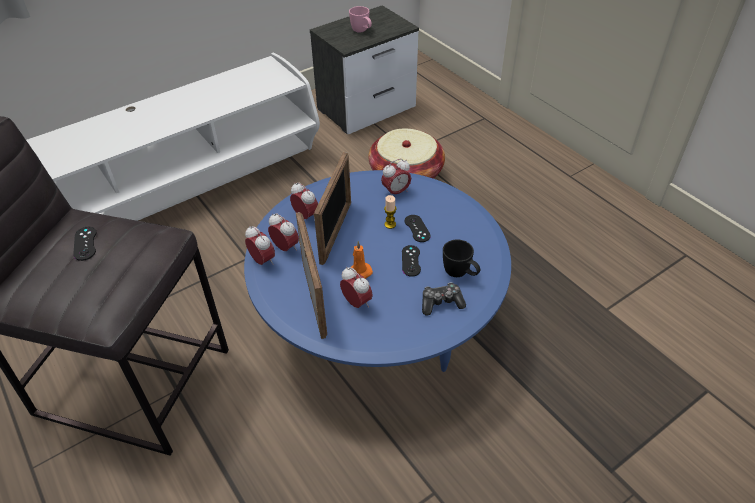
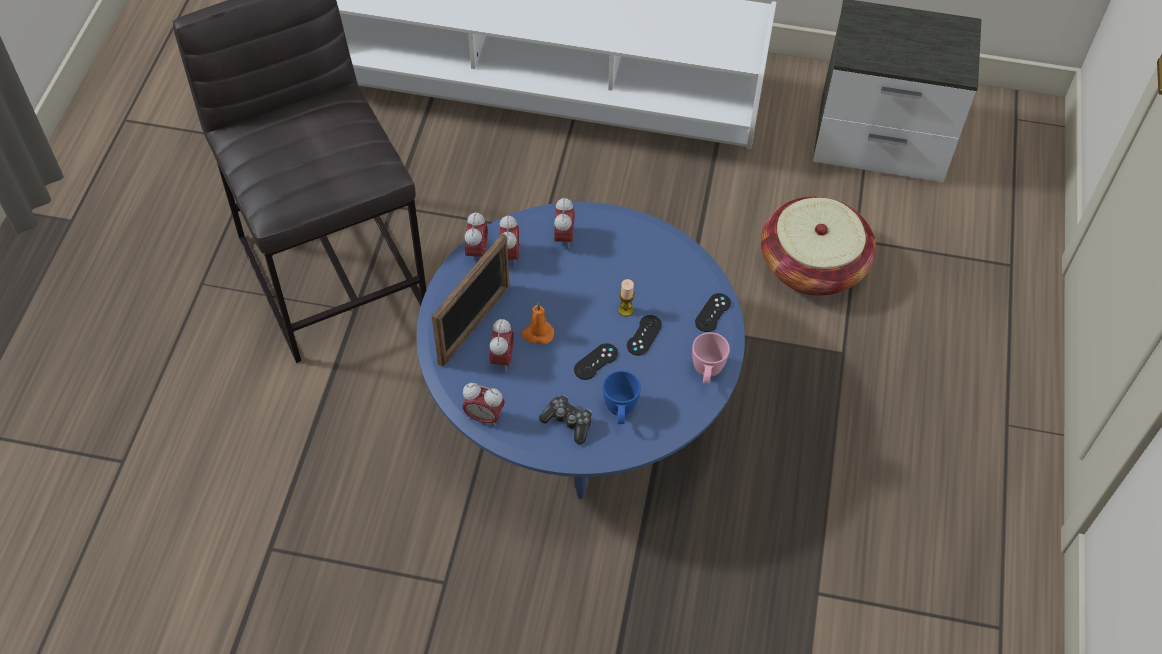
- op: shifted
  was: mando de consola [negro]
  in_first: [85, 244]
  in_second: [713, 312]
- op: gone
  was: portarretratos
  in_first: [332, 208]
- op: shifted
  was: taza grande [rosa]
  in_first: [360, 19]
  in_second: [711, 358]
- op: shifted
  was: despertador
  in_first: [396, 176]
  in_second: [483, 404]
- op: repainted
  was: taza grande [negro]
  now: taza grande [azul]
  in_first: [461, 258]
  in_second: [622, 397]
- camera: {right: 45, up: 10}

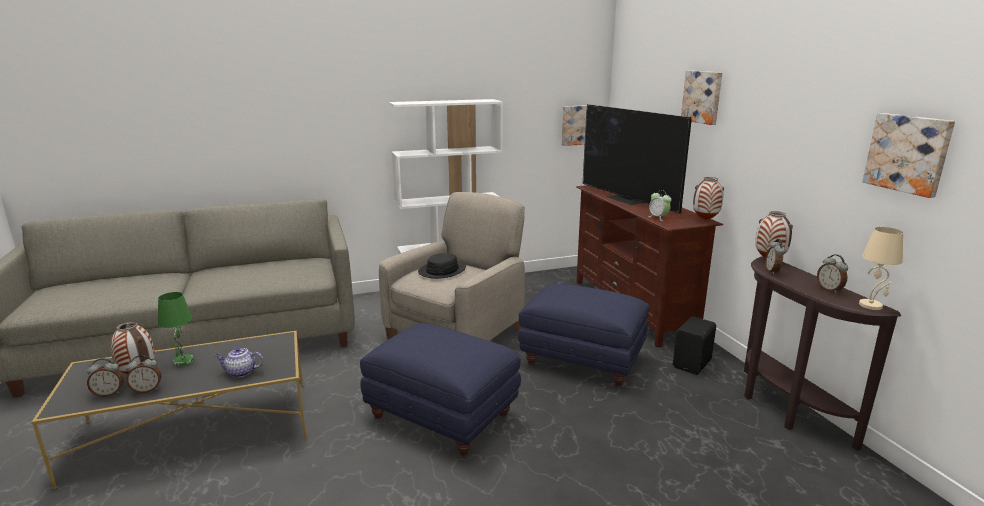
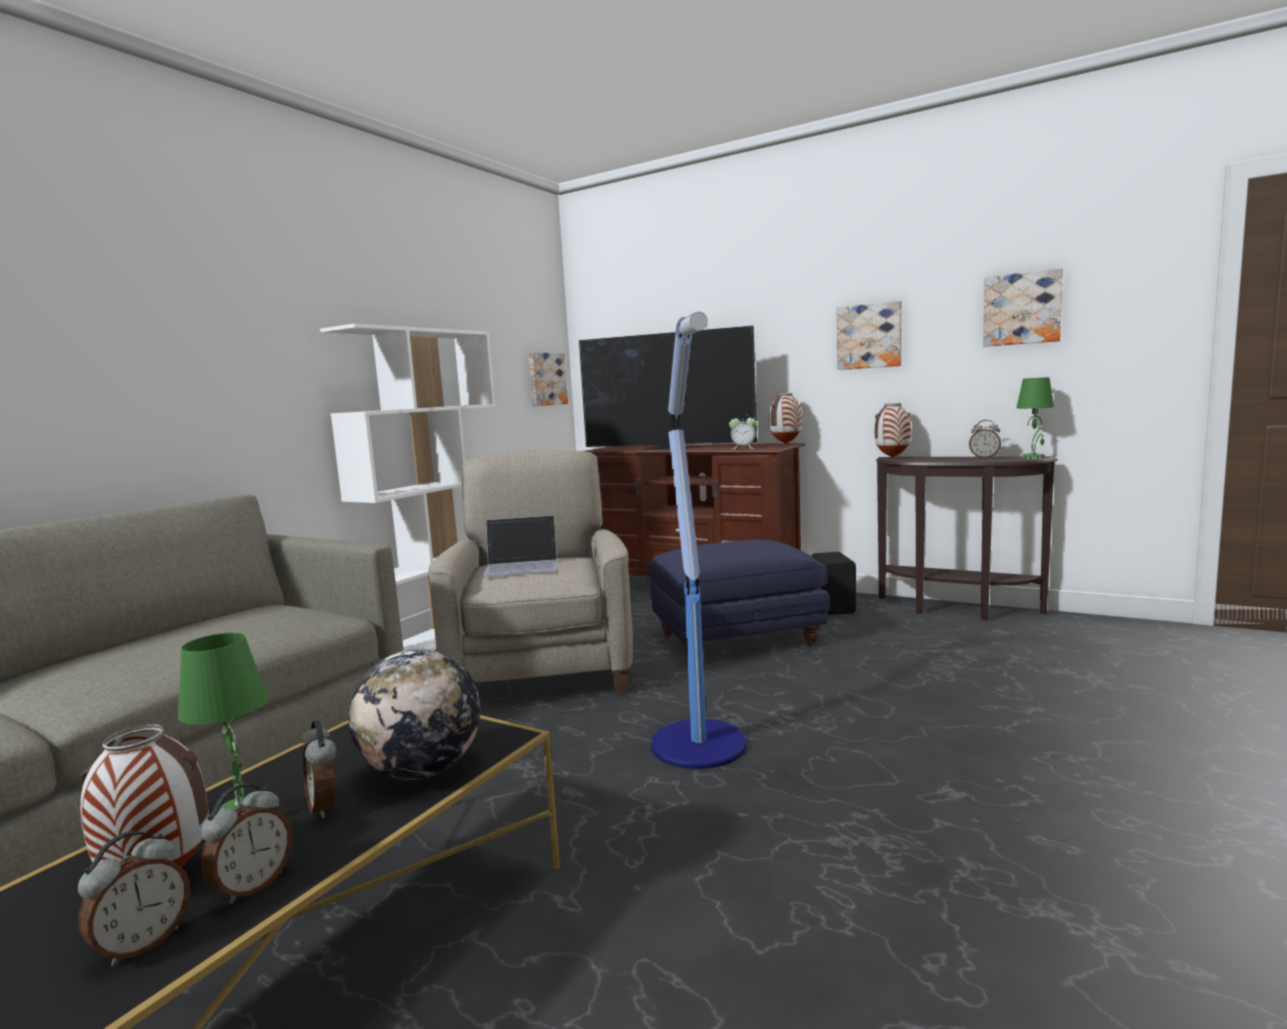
- op: swapped
  was: tetera
  now: globo terráqueo
  in_first: [239, 362]
  in_second: [414, 714]
- op: swapped
  was: puf [azul]
  now: lámpara de pie
  in_first: [440, 389]
  in_second: [699, 540]
- op: swapped
  was: sombrero [negro]
  now: portátil
  in_first: [442, 266]
  in_second: [520, 546]
- op: shifted
  was: cuadro
  in_first: [701, 98]
  in_second: [869, 335]
- op: shifted
  was: despertador
  in_first: [775, 257]
  in_second: [317, 769]
- op: repainted
  was: lámpara de mesa [beis]
  now: lámpara de mesa [verde]
  in_first: [881, 268]
  in_second: [1035, 418]
- camera: {right: -40, up: -10}

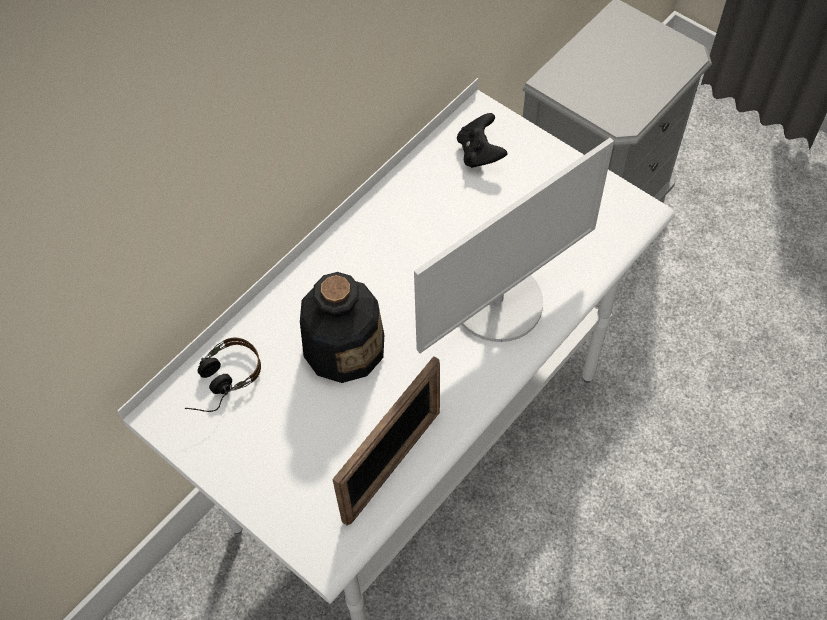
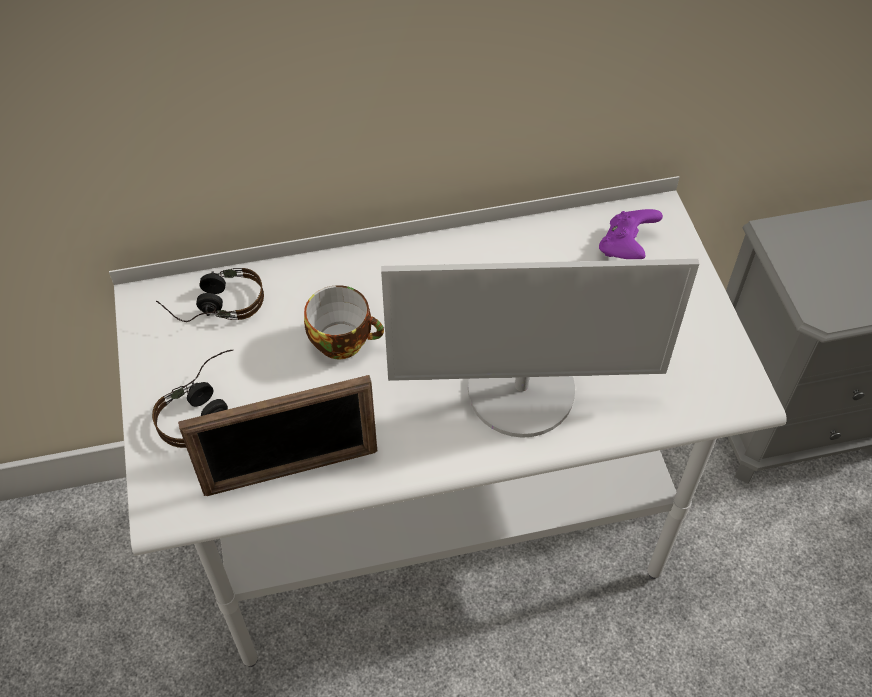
- op: swapped
  was: botella
  now: taza
  in_first: [342, 327]
  in_second: [344, 322]
- op: repainted
  was: mando de consola [negro]
  now: mando de consola [morado]
  in_first: [482, 140]
  in_second: [631, 234]
- op: new
  now: auriculares
  in_second: [192, 399]
- camera: {right: 35, up: -5}

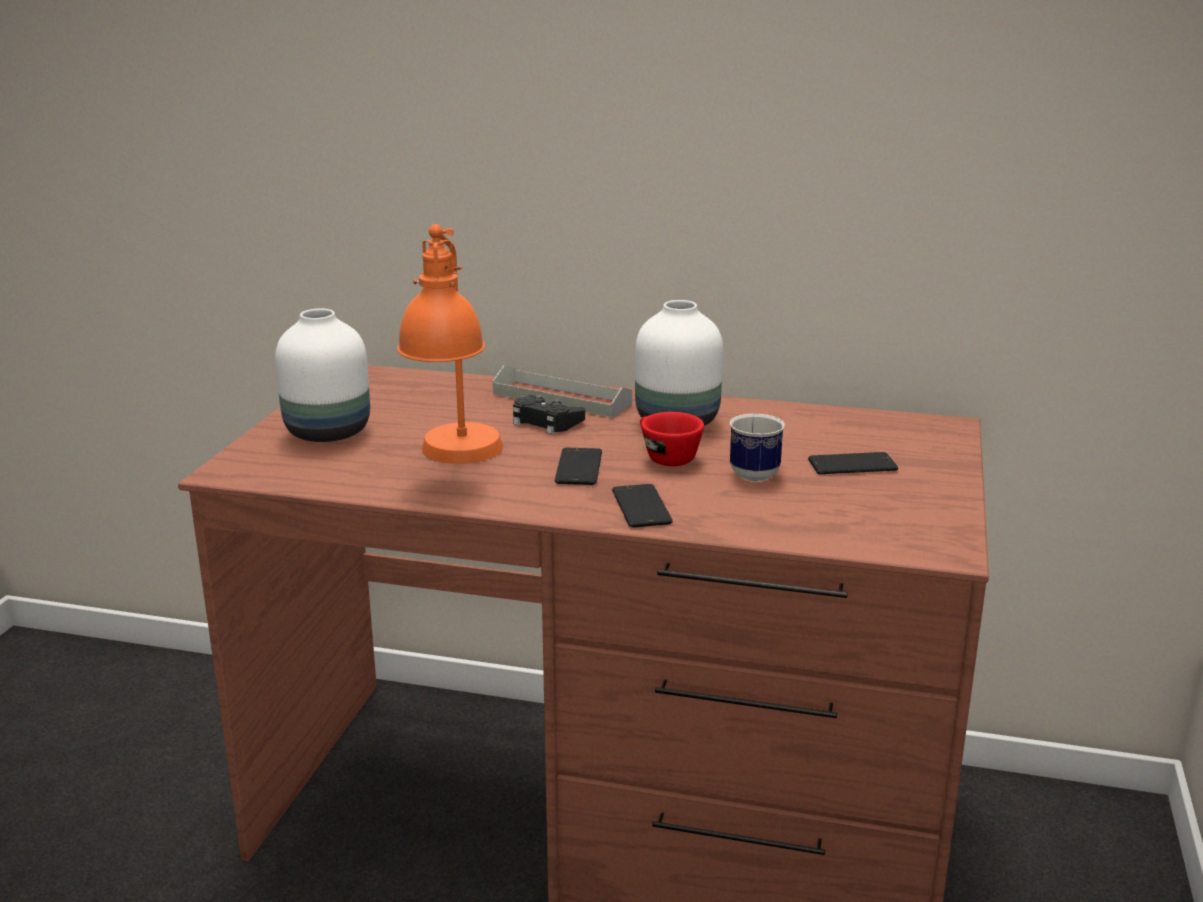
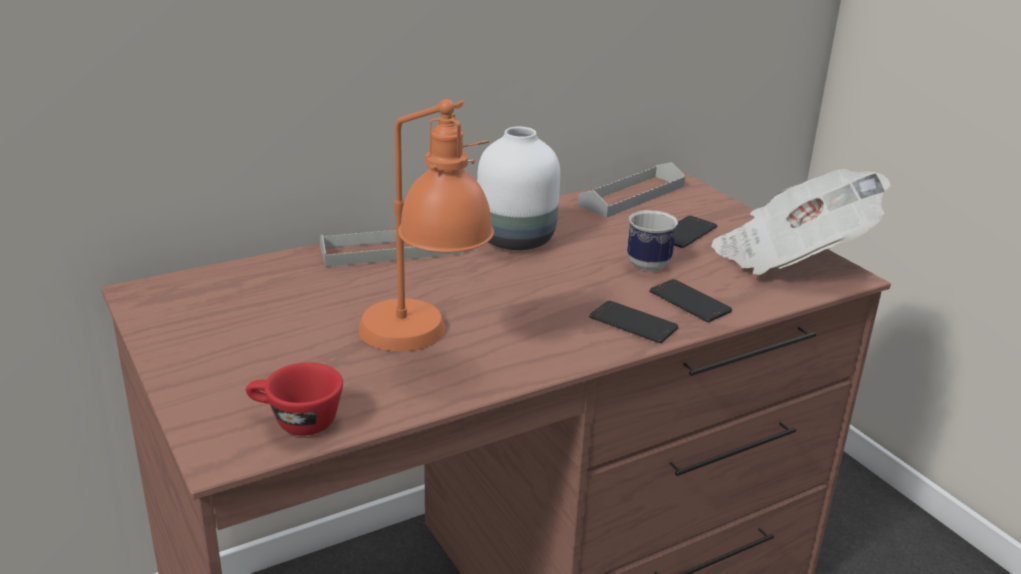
- op: gone
  was: florero [blanco]
  in_first: [322, 375]
- op: gone
  was: mando de consola [negro]
  in_first: [549, 414]
- op: shifted
  was: móvil
  in_first: [578, 466]
  in_second: [690, 300]
- op: shifted
  was: taza [rojo]
  in_first: [672, 439]
  in_second: [294, 398]
- op: new
  now: bandeja [gris]
  in_second: [631, 190]
- op: new
  now: periódico
  in_second: [801, 222]
- camera: {right: -45, up: 5}

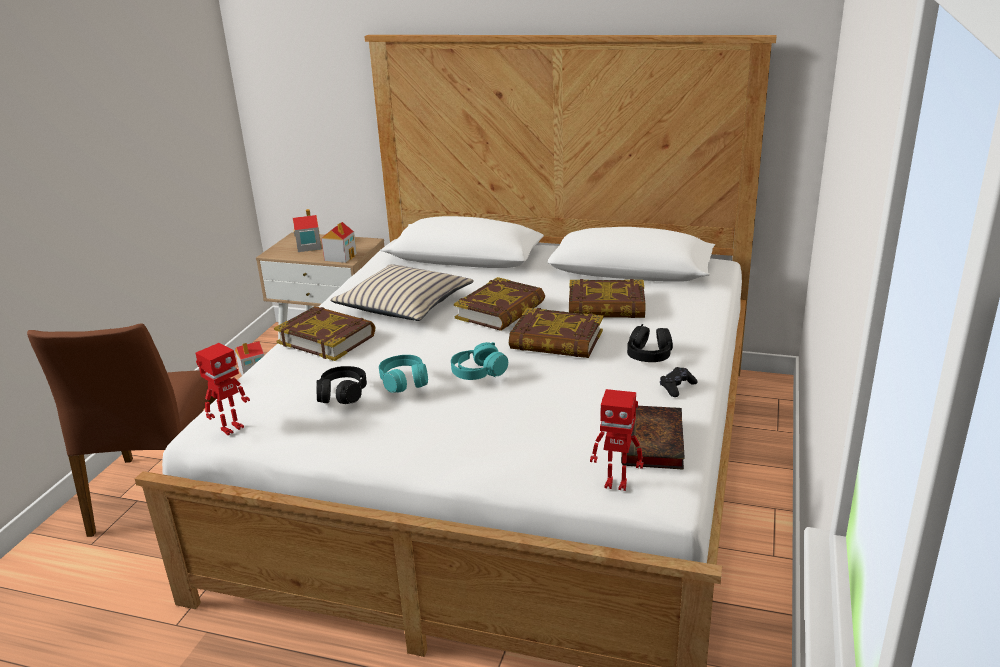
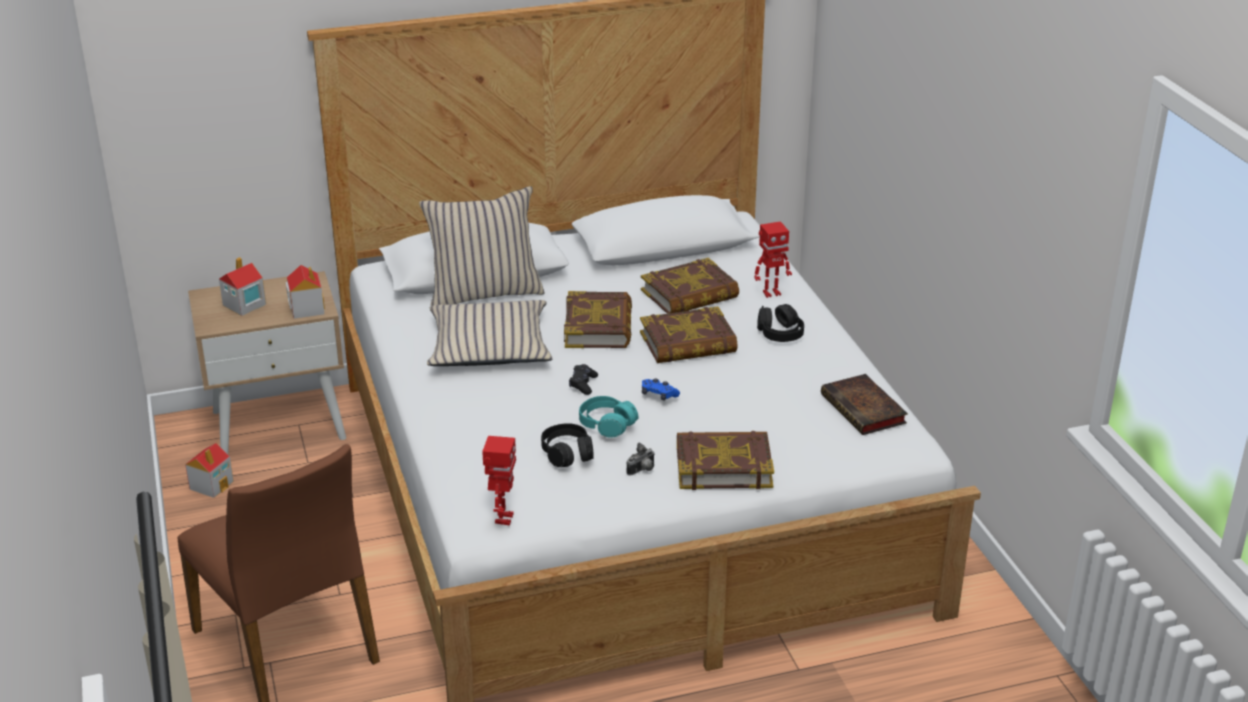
- op: shifted
  was: libro
  in_first: [325, 333]
  in_second: [725, 460]
- op: swapped
  was: auriculares [turquesa]
  now: mando de consola [azul]
  in_first: [479, 361]
  in_second: [661, 389]
- op: shifted
  was: robot de juguete
  in_first: [616, 440]
  in_second: [773, 259]
- op: shifted
  was: mando de consola [negro]
  in_first: [679, 382]
  in_second: [583, 379]
- op: new
  now: cojín [beis]
  in_second: [481, 246]
- op: new
  now: cámara
  in_second: [641, 459]
- camera: {right: -35, up: 5}

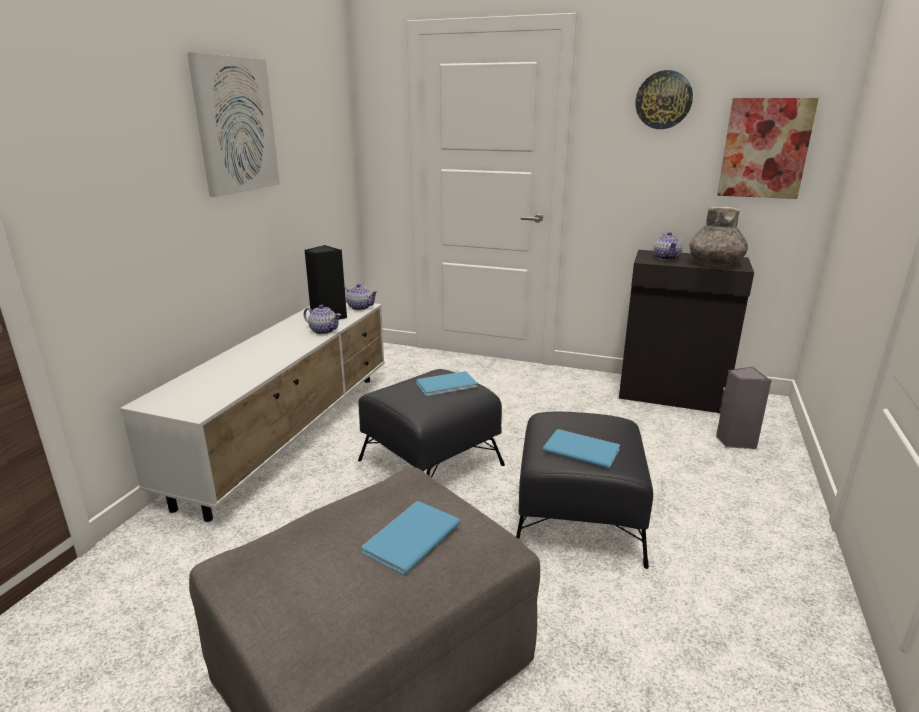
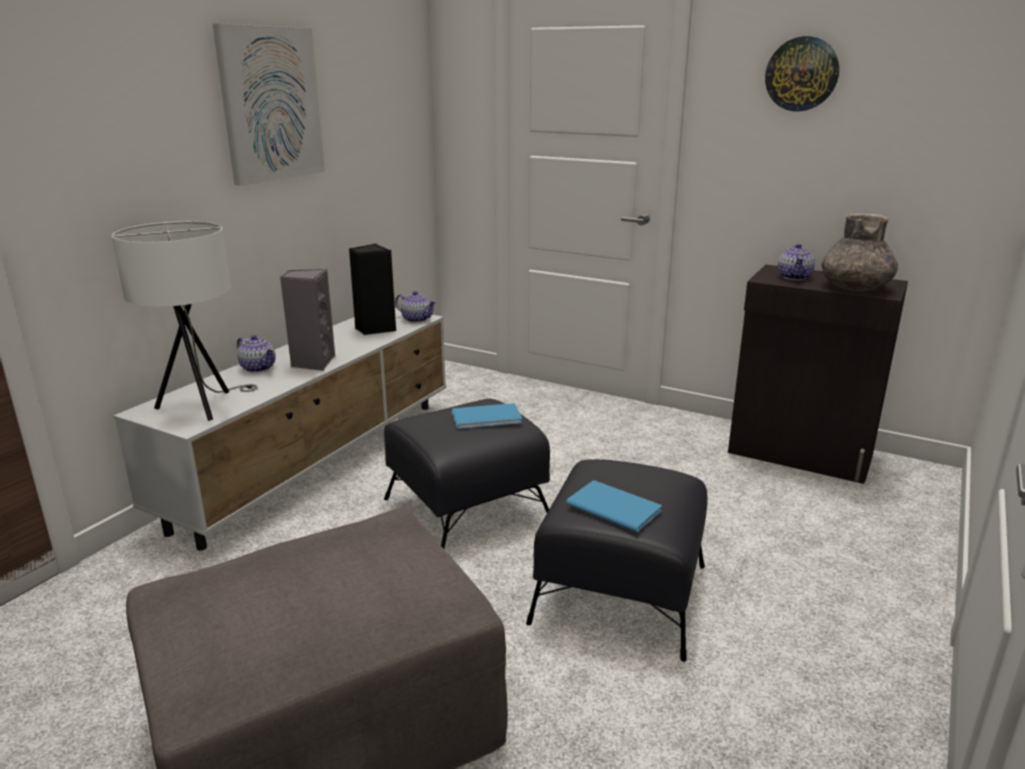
- op: shifted
  was: tetera
  in_first: [322, 319]
  in_second: [256, 354]
- op: gone
  was: libro [azul]
  in_first: [411, 538]
- op: shifted
  was: altavoz [gris]
  in_first: [744, 408]
  in_second: [307, 320]
- op: gone
  was: cuadro
  in_first: [768, 148]
- op: new
  now: lámpara de mesa [blanco]
  in_second: [184, 321]
- camera: {right: 10, up: 0}

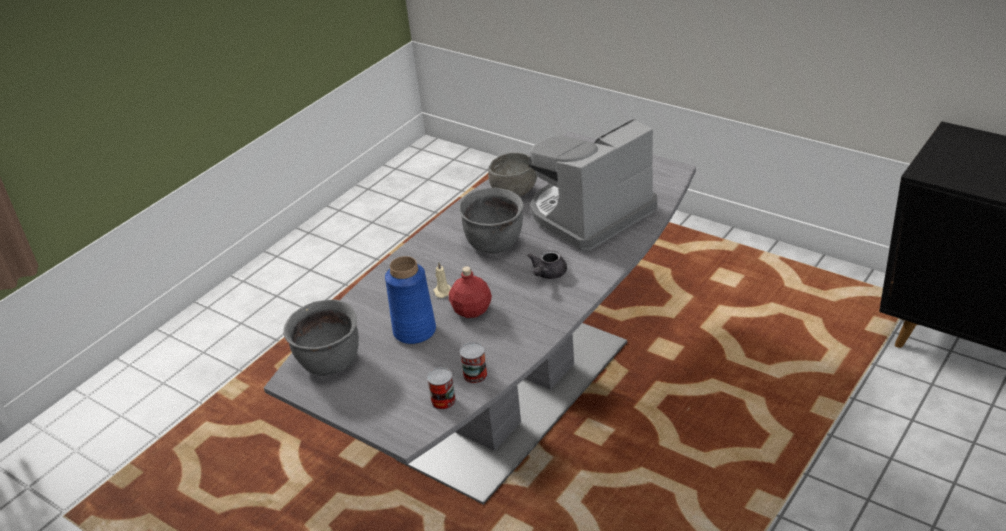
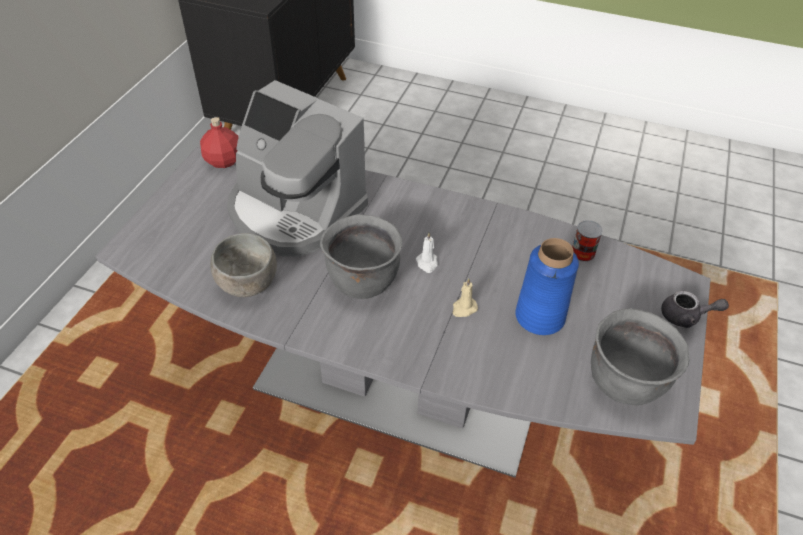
- op: gone
  was: lata
  in_first: [441, 388]
- op: shifted
  was: botella [rojo]
  in_first: [470, 292]
  in_second: [219, 142]
- op: shifted
  was: tetera [gris]
  in_first: [547, 264]
  in_second: [695, 309]
- op: new
  now: vela [blanco]
  in_second: [427, 253]
- camera: {right: -110, up: 10}

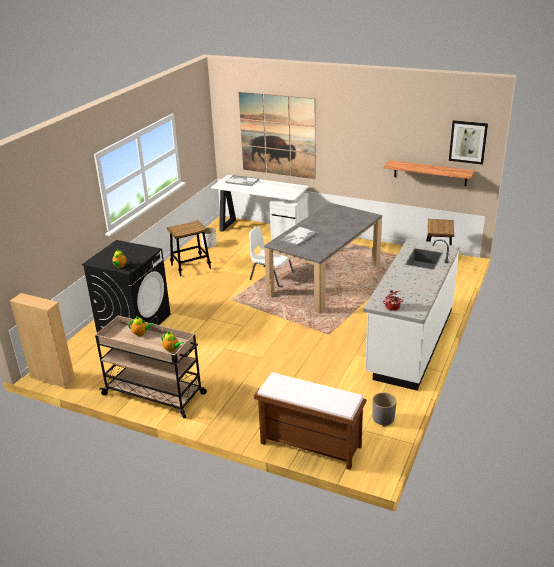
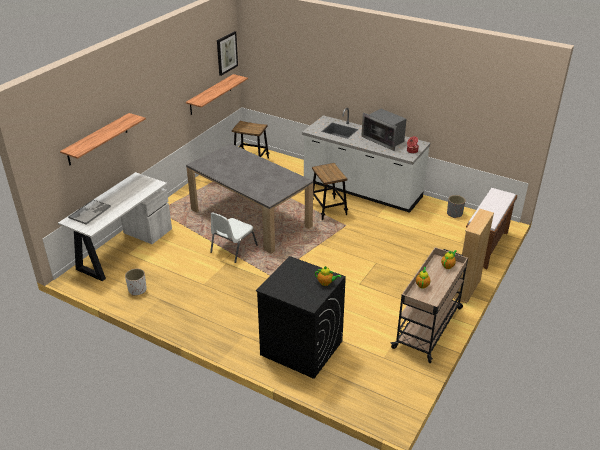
- op: shifted
  was: estantería [beis]
  in_first: [43, 341]
  in_second: [473, 256]
- op: shifted
  was: taburete
  in_first: [189, 248]
  in_second: [330, 191]
- op: swapped
  was: cuadro
  now: estante
  in_first: [277, 135]
  in_second: [103, 139]
- op: gone
  was: bandeja
  in_first: [298, 236]
- op: new
  now: microondas
  in_second: [383, 130]
- camera: {right: -85, up: 5}

